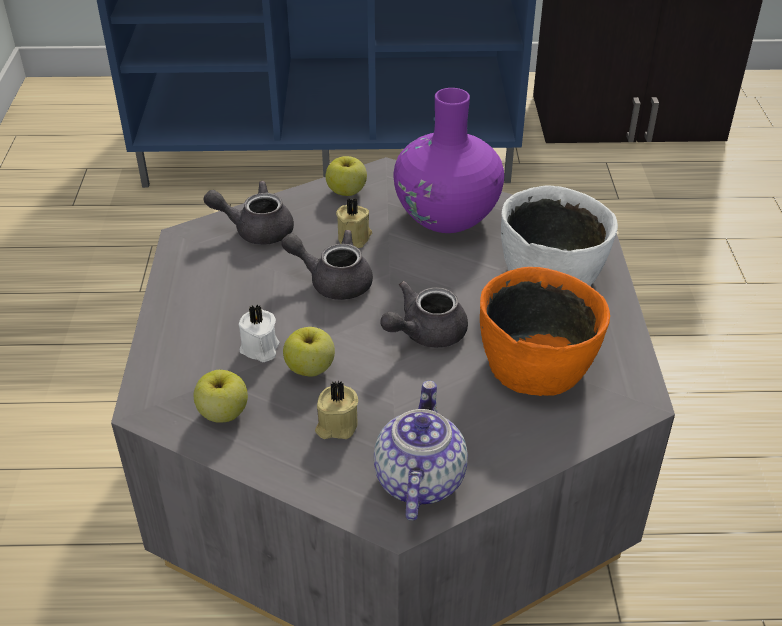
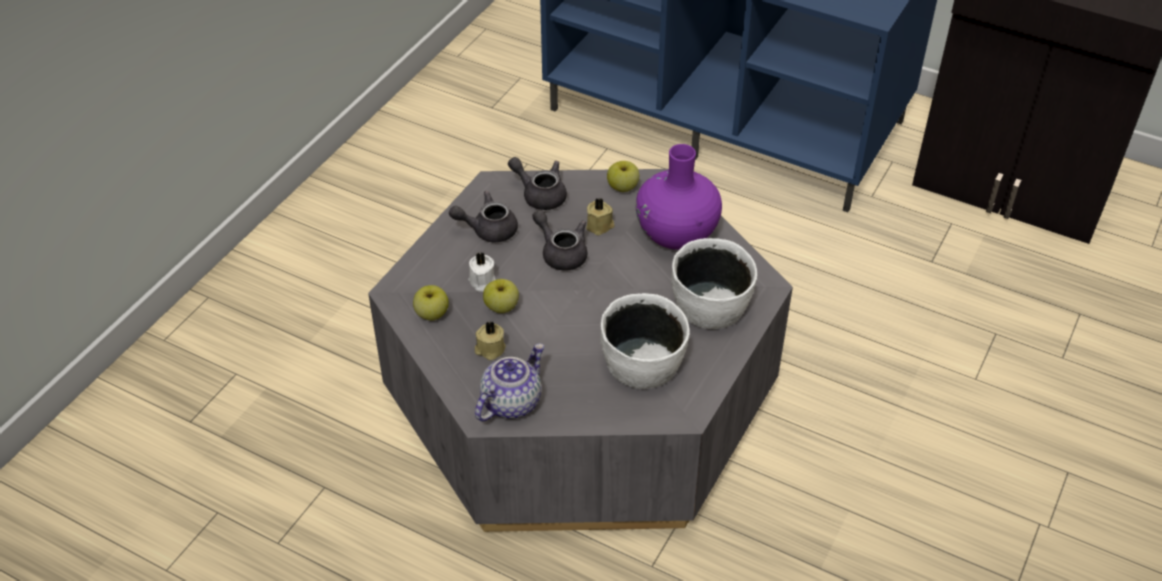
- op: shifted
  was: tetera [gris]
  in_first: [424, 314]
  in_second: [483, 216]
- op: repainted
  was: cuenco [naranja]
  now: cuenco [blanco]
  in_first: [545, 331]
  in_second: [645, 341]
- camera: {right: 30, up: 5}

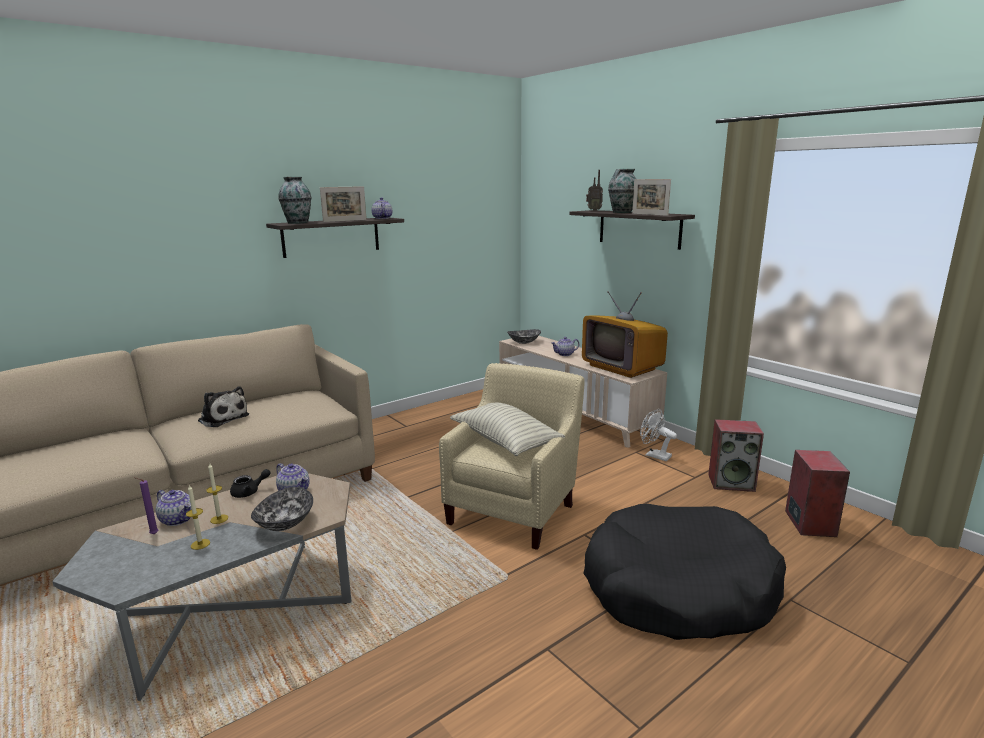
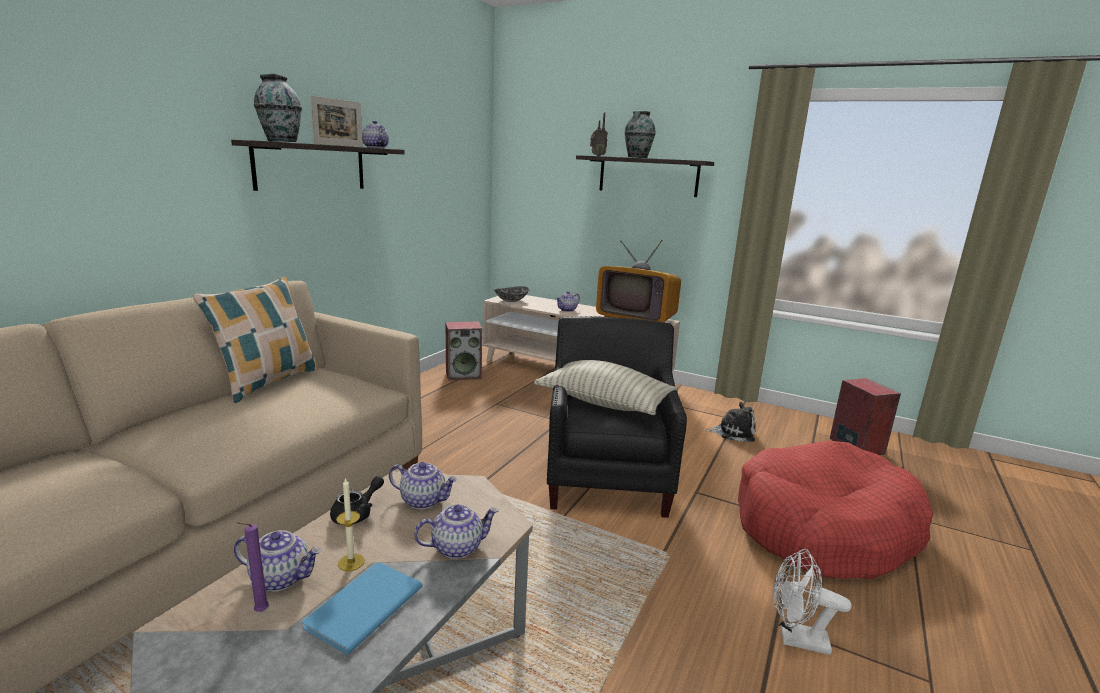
- op: swapped
  was: vela
  now: libro [azul]
  in_first: [198, 517]
  in_second: [362, 608]
- op: shifted
  was: peluche
  in_first: [223, 406]
  in_second: [730, 422]
- op: swapped
  was: cuenco
  now: tetera
  in_first: [282, 509]
  in_second: [456, 531]
- op: repainted
  was: sillón [beis]
  now: sillón [negro]
  in_first: [512, 456]
  in_second: [617, 417]
- op: repainted
  was: cama para perro [negro]
  now: cama para perro [rojo]
  in_first: [684, 572]
  in_second: [835, 510]
- op: gone
  was: portarretratos
  in_first: [651, 197]
- op: shifted
  was: ventilador [blanco]
  in_first: [658, 435]
  in_second: [812, 602]
- op: shifted
  was: altavoz
  in_first: [736, 455]
  in_second: [464, 351]
- op: new
  now: cojín
  in_second: [256, 340]
- camera: {right: -25, up: 0}

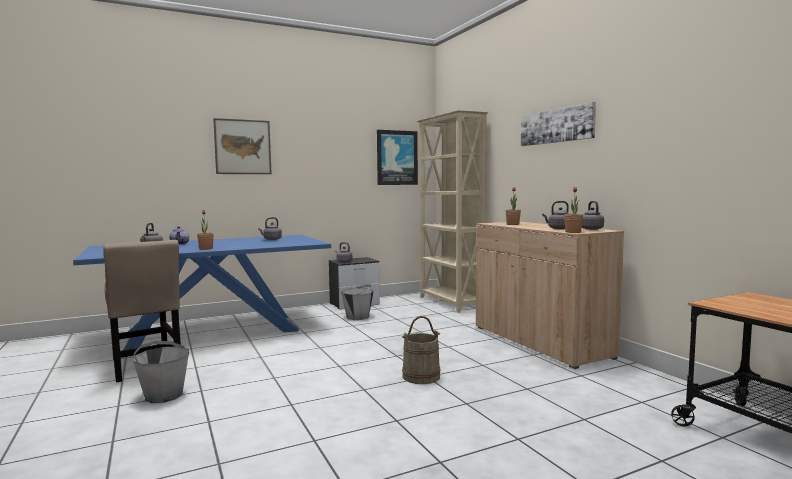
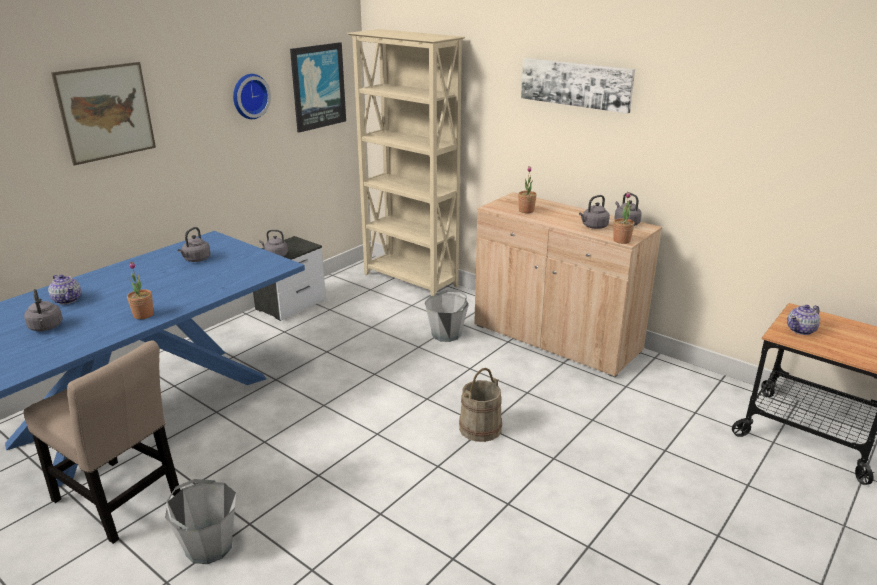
- op: shifted
  was: cubo [gris]
  in_first: [357, 302]
  in_second: [447, 316]
- op: new
  now: reloj de pared
  in_second: [252, 96]
- op: new
  now: tetera
  in_second: [803, 320]
- camera: {right: -25, up: 20}

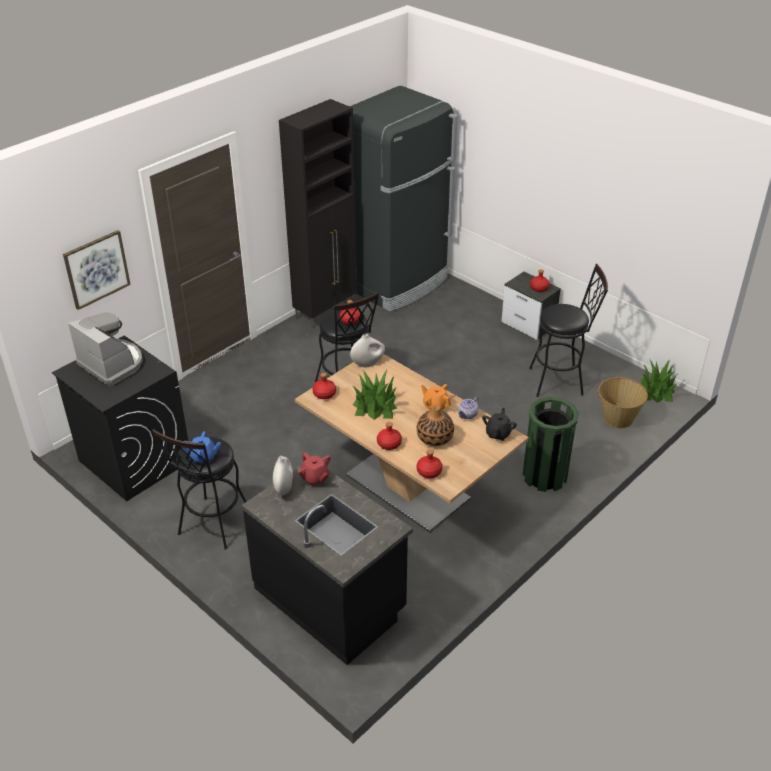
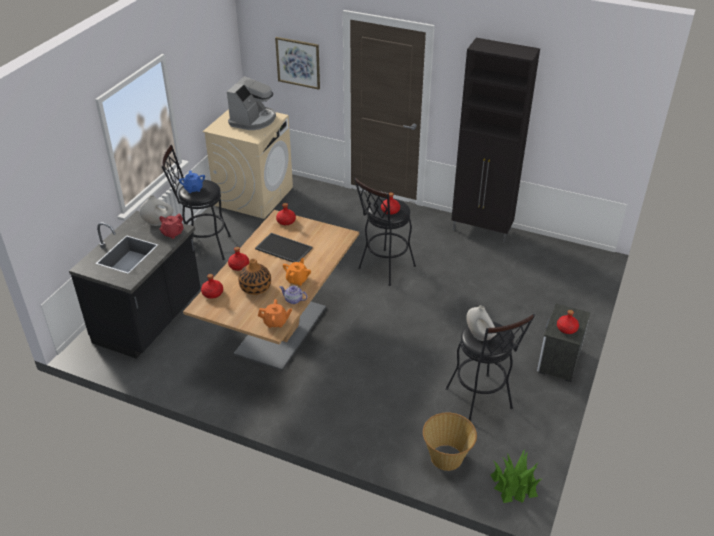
- op: repainted
  was: lavadora [negro]
  now: lavadora [beis]
  in_first: [120, 418]
  in_second: [248, 164]
- op: gone
  was: nevera [negro]
  in_first: [403, 199]
- op: shifted
  was: florero [blanco]
  in_first: [367, 350]
  in_second: [481, 323]
- op: swapped
  was: planta en maceta
  now: bandeja
  in_first: [375, 394]
  in_second: [283, 247]
- op: repainted
  was: tetera [negro]
  now: tetera [naranja]
  in_first: [499, 424]
  in_second: [275, 313]
- op: gone
  was: papelera [verde]
  in_first: [551, 444]
- camera: {right: 70, up: 0}

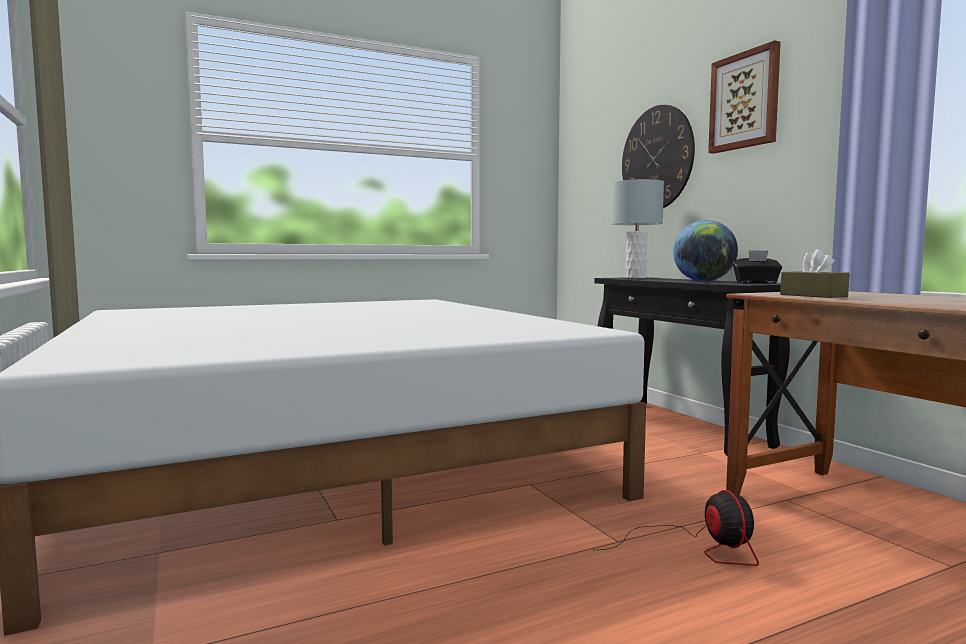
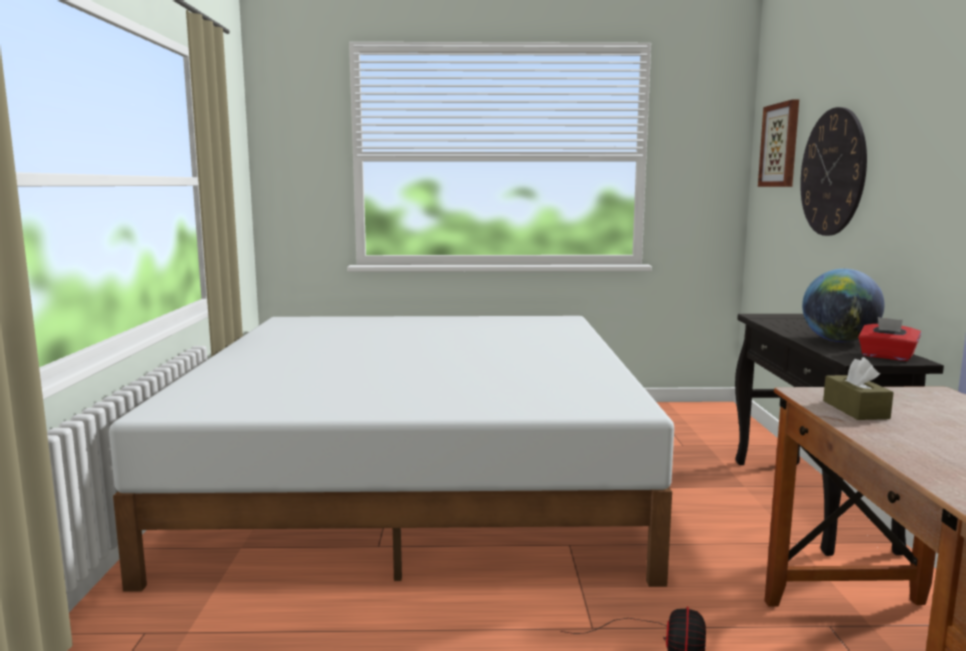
- op: gone
  was: lámpara de mesa [gris]
  in_first: [638, 228]
- op: shifted
  was: cuadro
  in_first: [744, 97]
  in_second: [778, 143]
- op: repainted
  was: caja de pañuelos [negro]
  now: caja de pañuelos [rojo]
  in_first: [757, 267]
  in_second: [889, 339]
- camera: {right: 25, up: 5}

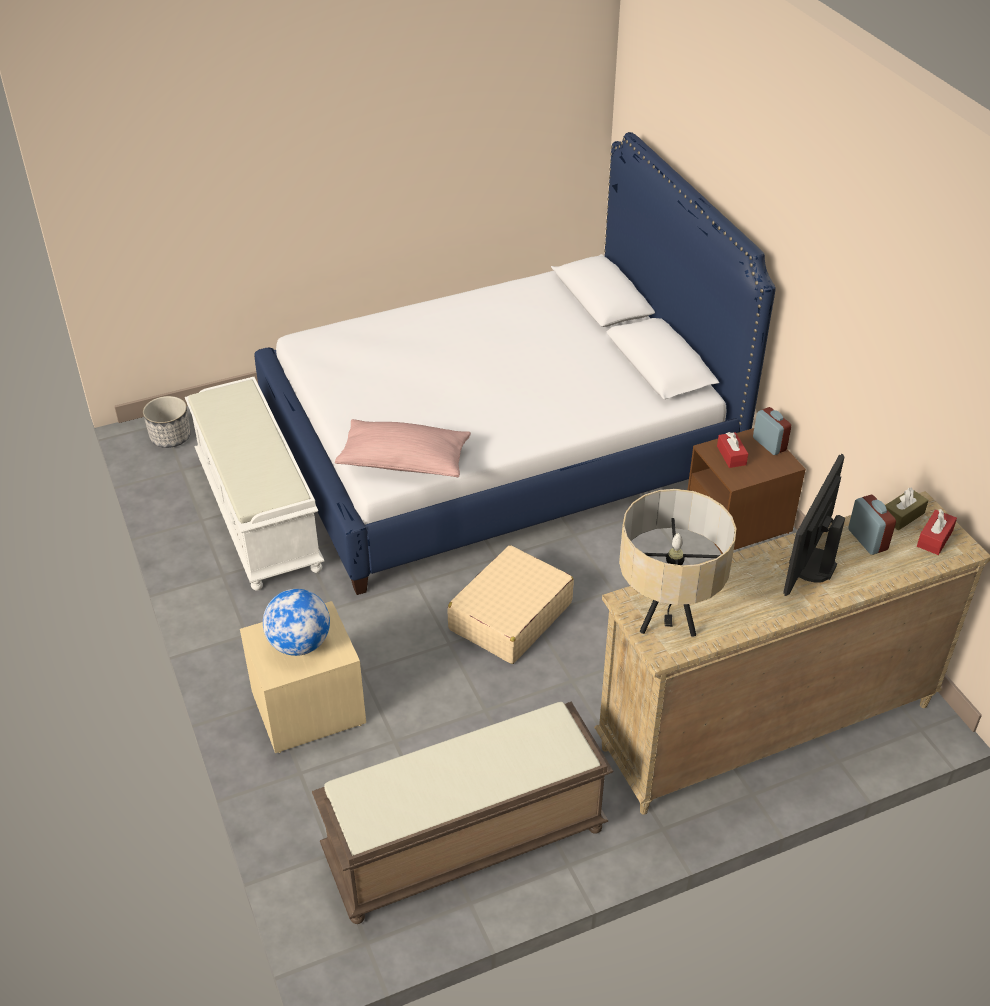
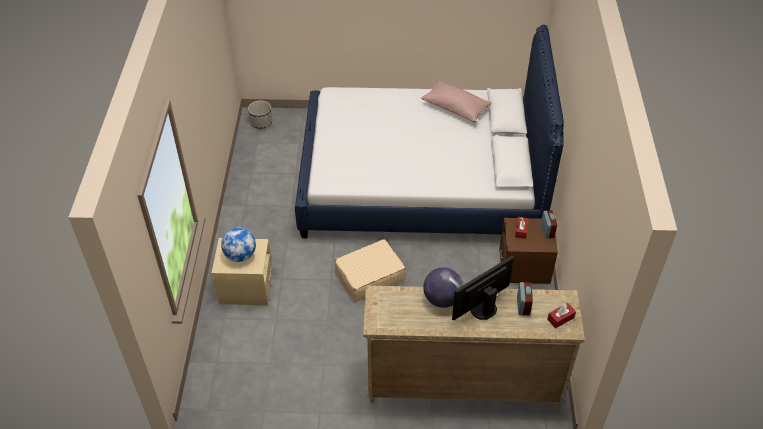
- op: gone
  was: banco [blanco]
  in_first: [255, 484]
- op: gone
  was: banco [marrón]
  in_first: [463, 813]
- op: shifted
  was: cojín [rosa]
  in_first: [403, 448]
  in_second: [456, 101]
- op: gone
  was: lámpara de mesa [beis]
  in_first: [678, 563]
- op: gone
  was: caja de pañuelos [marrón]
  in_first: [907, 509]
- op: new
  now: globo terráqueo
  in_second: [443, 287]
- camera: {right: 25, up: 5}

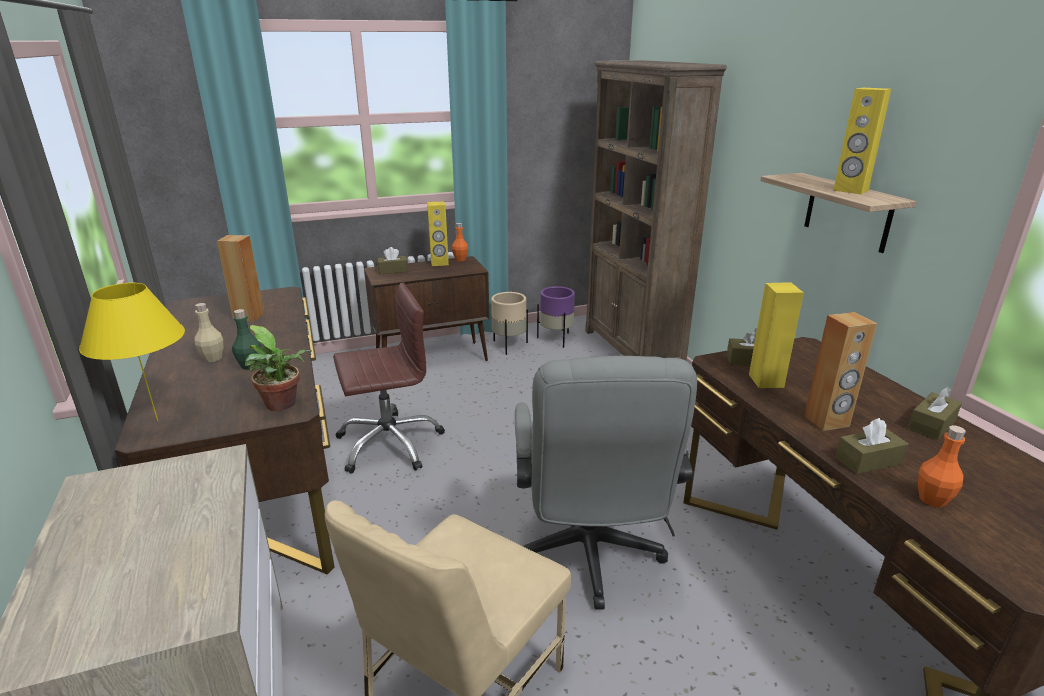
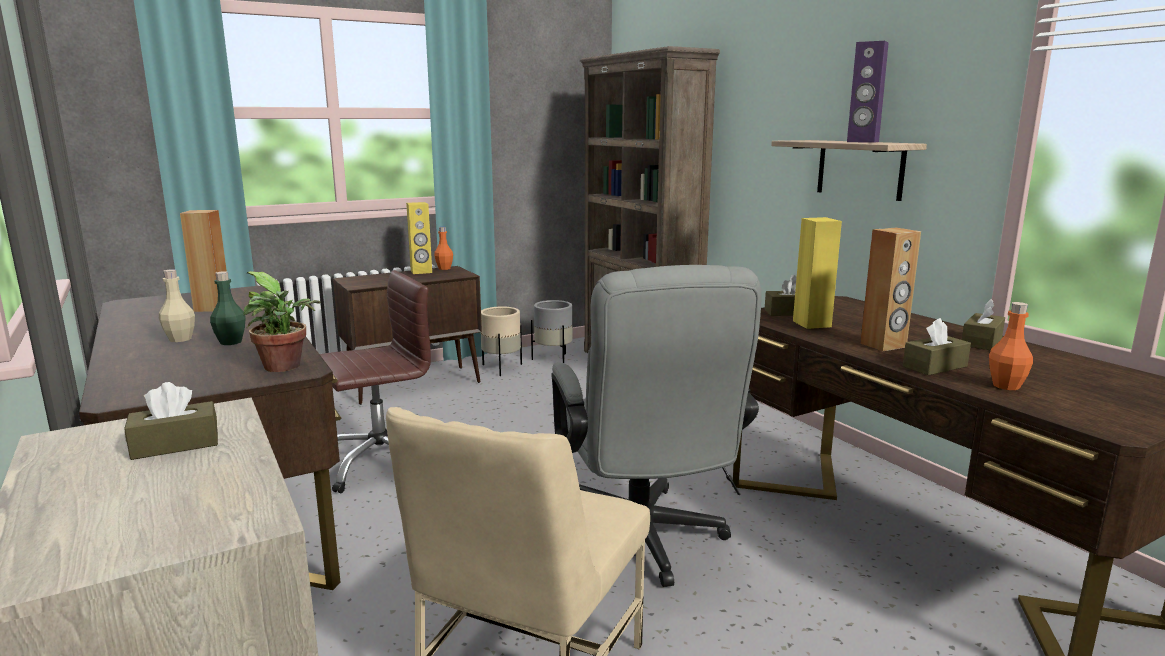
- op: gone
  was: lámpara de mesa [amarillo]
  in_first: [132, 352]
- op: shifted
  was: caja de pañuelos [marrón]
  in_first: [392, 260]
  in_second: [171, 421]
- op: repainted
  was: maceta [morado]
  now: maceta [gris]
  in_first: [556, 317]
  in_second: [552, 331]
- op: repainted
  was: altavoz [amarillo]
  now: altavoz [morado]
  in_first: [862, 141]
  in_second: [868, 92]
- camera: {right: -10, up: -10}

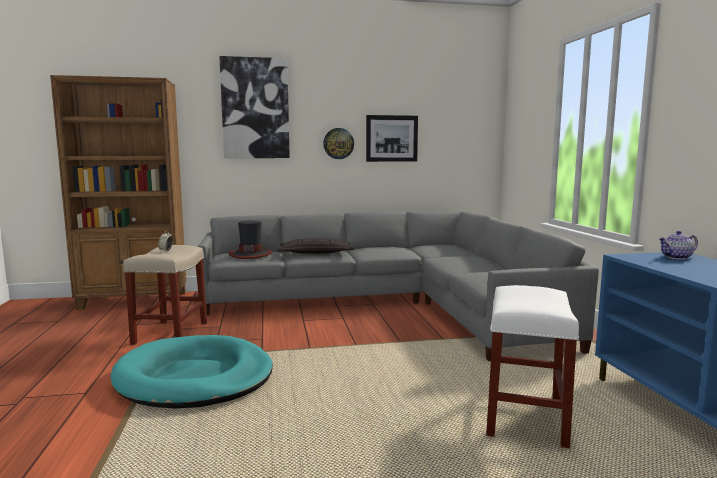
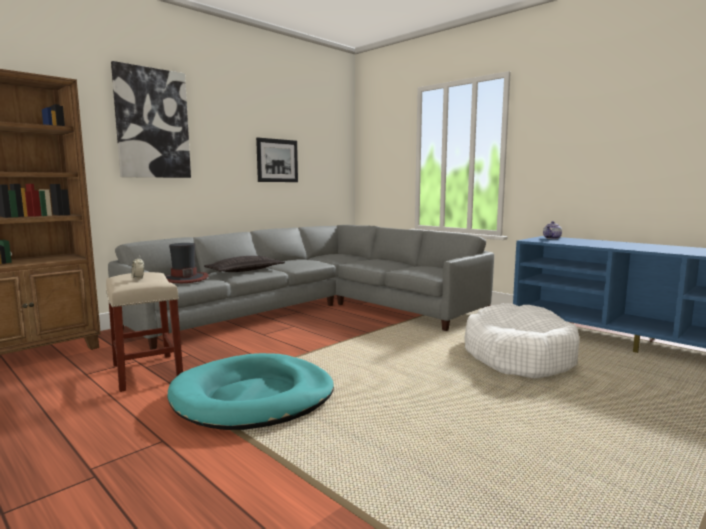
- op: gone
  was: reloj de pared
  in_first: [338, 143]
- op: swapped
  was: taburete [blanco]
  now: cama para perro [blanco]
  in_first: [532, 366]
  in_second: [522, 340]
- camera: {right: -35, up: 0}

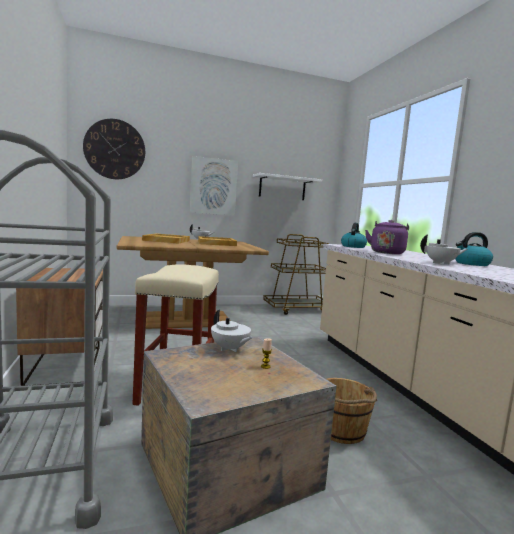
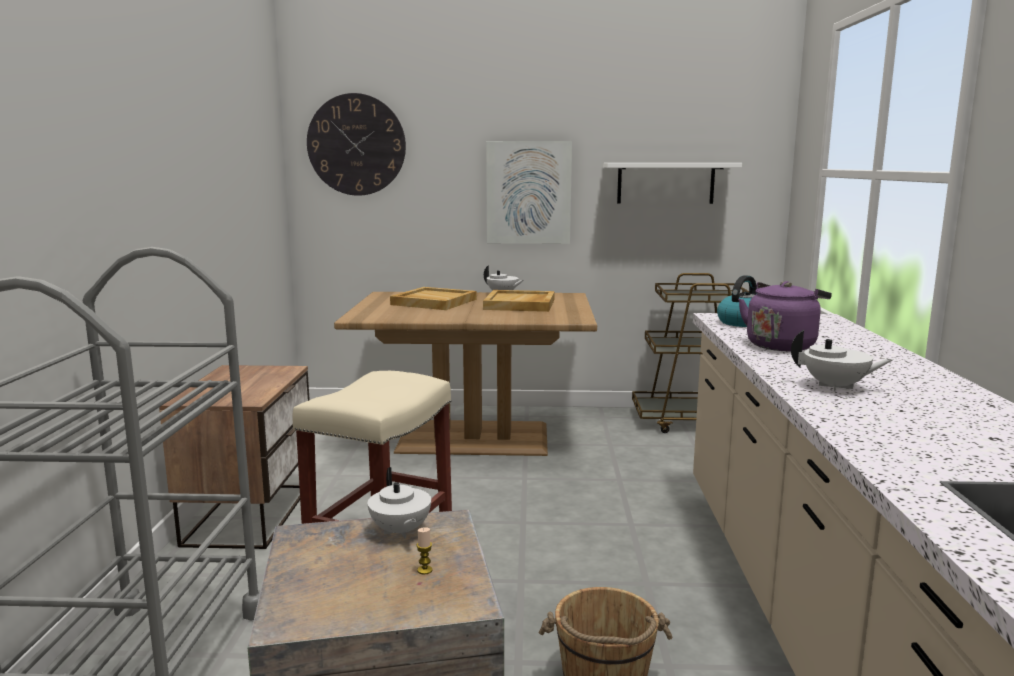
- op: gone
  was: hervidor
  in_first: [474, 249]
- camera: {right: 20, up: 5}

